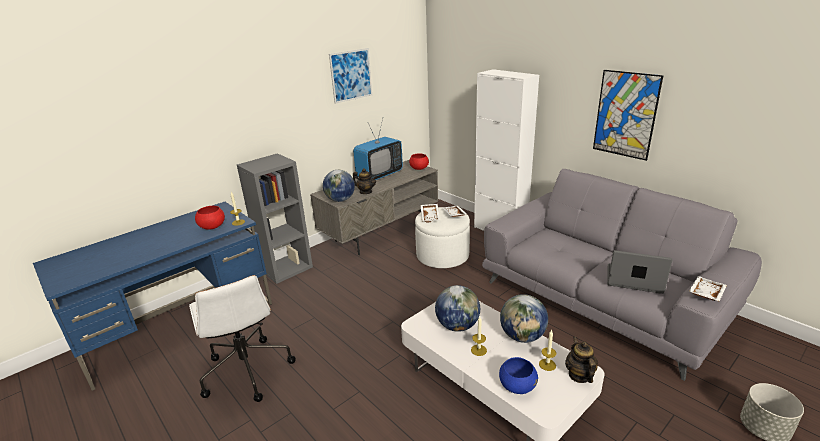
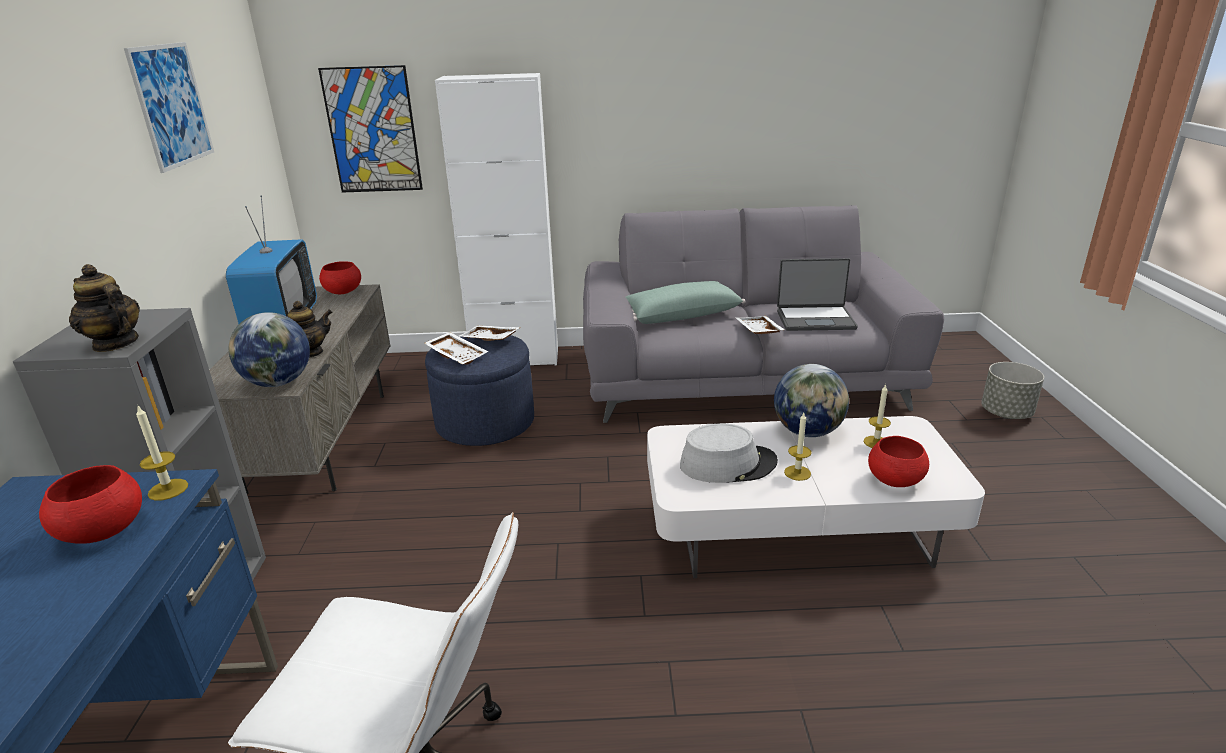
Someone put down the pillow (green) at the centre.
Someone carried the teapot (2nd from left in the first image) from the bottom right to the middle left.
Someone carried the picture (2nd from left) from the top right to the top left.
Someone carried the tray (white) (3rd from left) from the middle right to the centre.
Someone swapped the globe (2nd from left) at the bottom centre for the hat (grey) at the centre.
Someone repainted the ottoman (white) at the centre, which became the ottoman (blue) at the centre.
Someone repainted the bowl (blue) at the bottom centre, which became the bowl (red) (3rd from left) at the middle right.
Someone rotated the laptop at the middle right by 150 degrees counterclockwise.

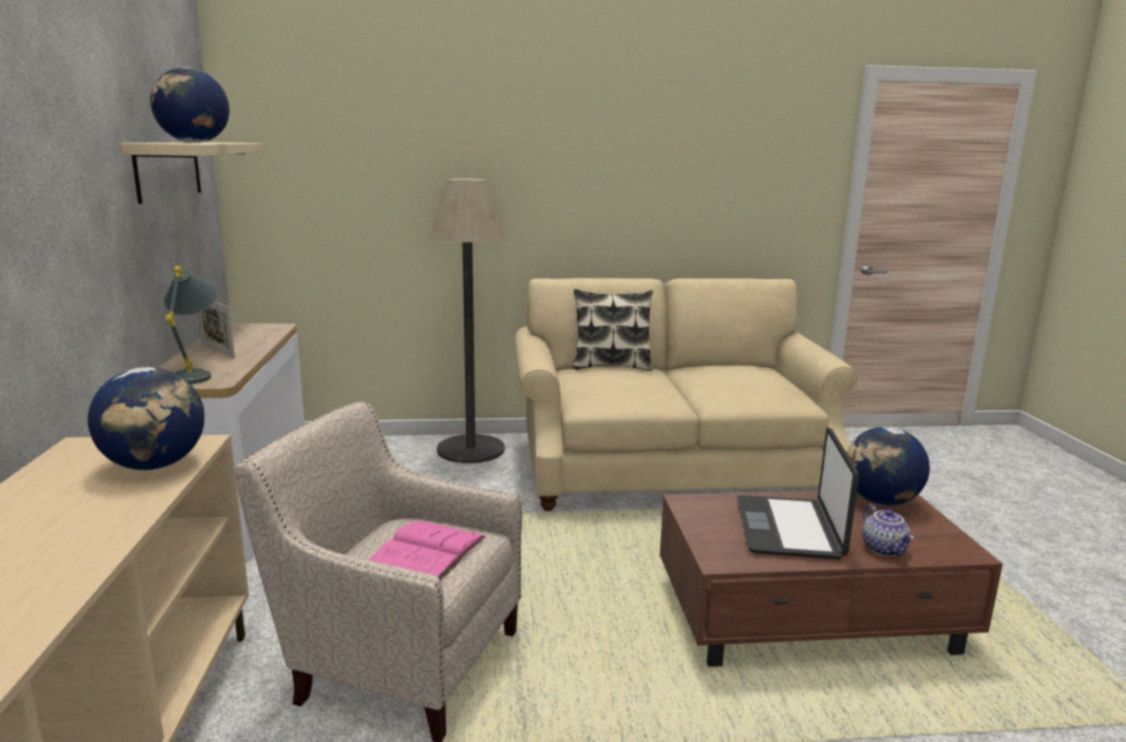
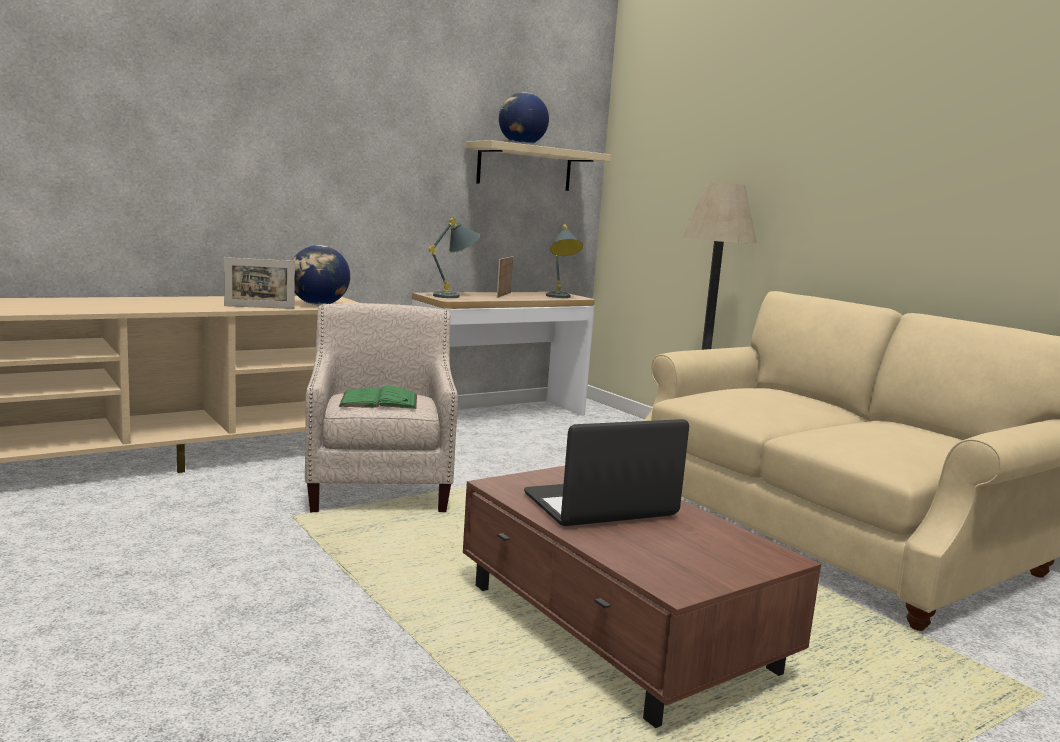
Someone took away the pillow at the centre.
Someone took away the globe (3rd from left) at the middle right.
Someone took away the teapot at the bottom right.
Someone put down the picture frame (1st from left) at the middle left.
Someone put down the table lamp (grey) (2nd from left) at the centre.
Someone repainted the book (pink) at the bottom centre, which became the book (green) at the centre.

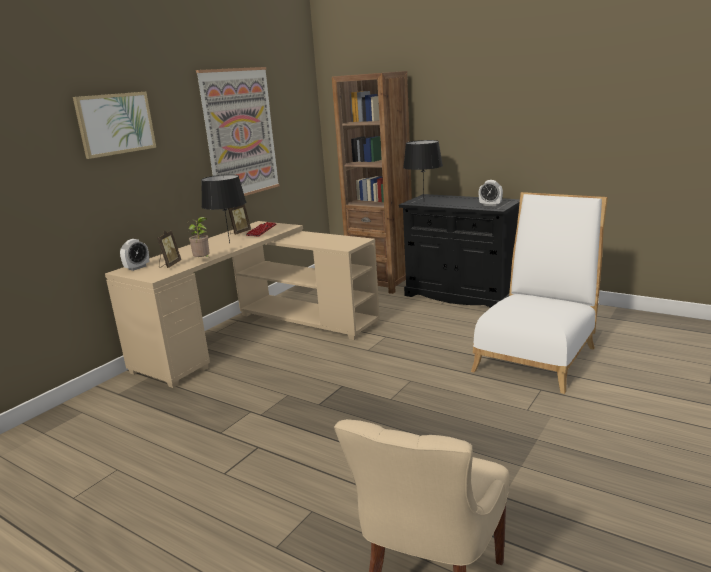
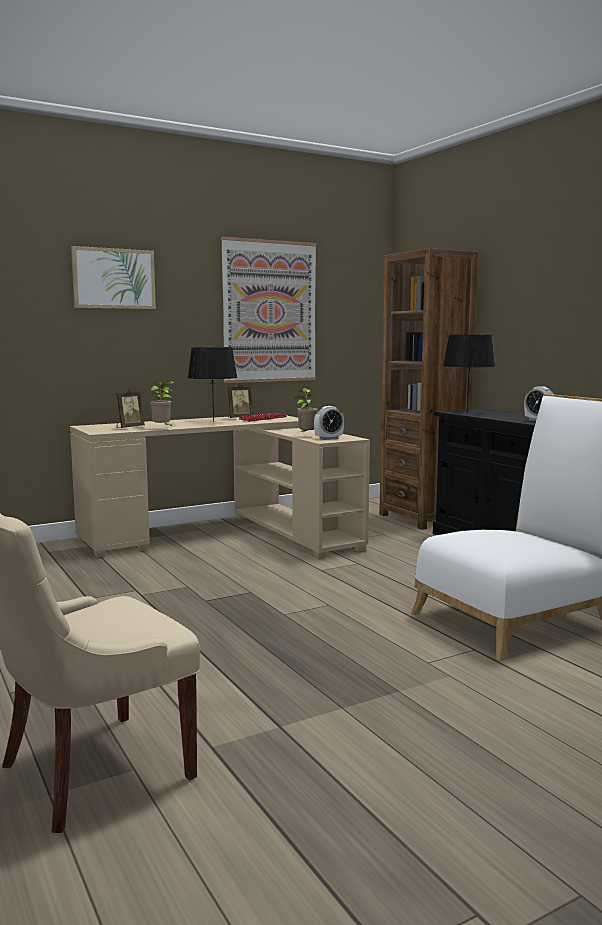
Someone put down the potted plant (2nd from left) at the centre.
Someone carried the alarm clock (1st from left) from the middle left to the centre.

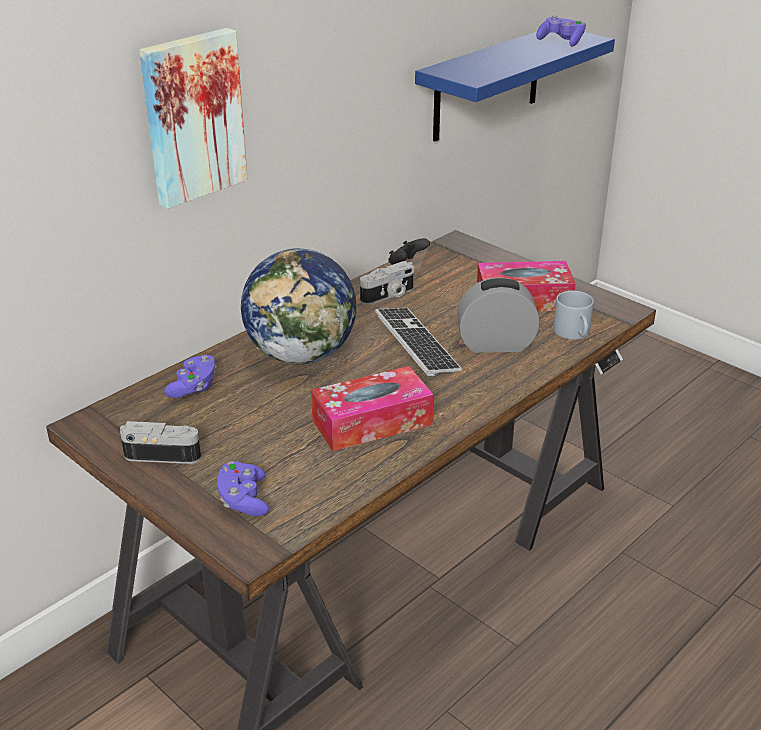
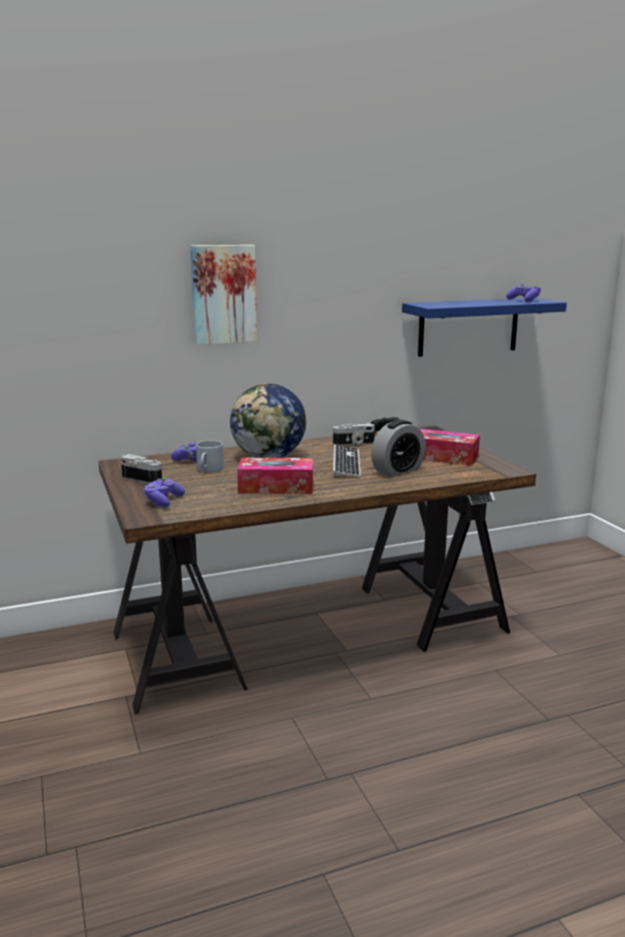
Someone carried the mug (grey) from the middle right to the centre.
Someone rotated the alarm clock at the centre by 120 degrees clockwise.

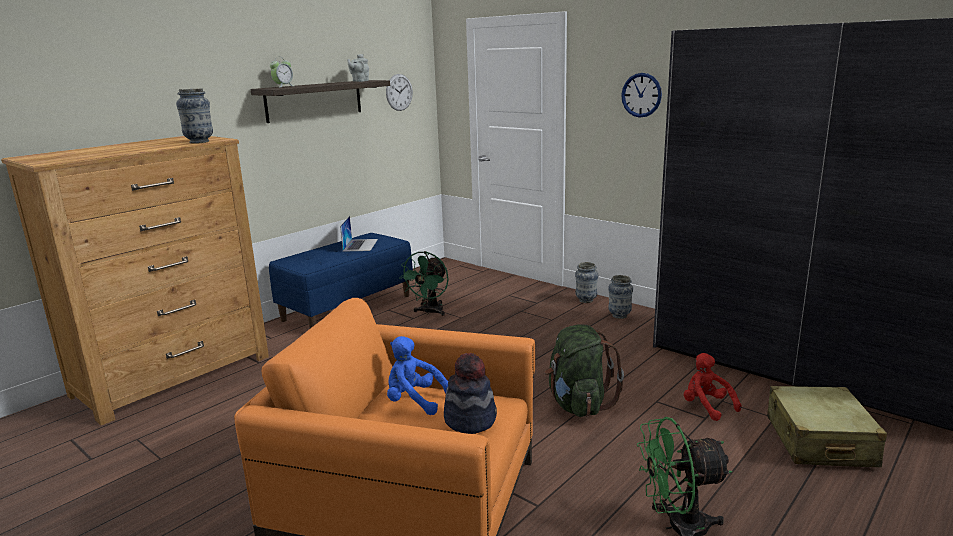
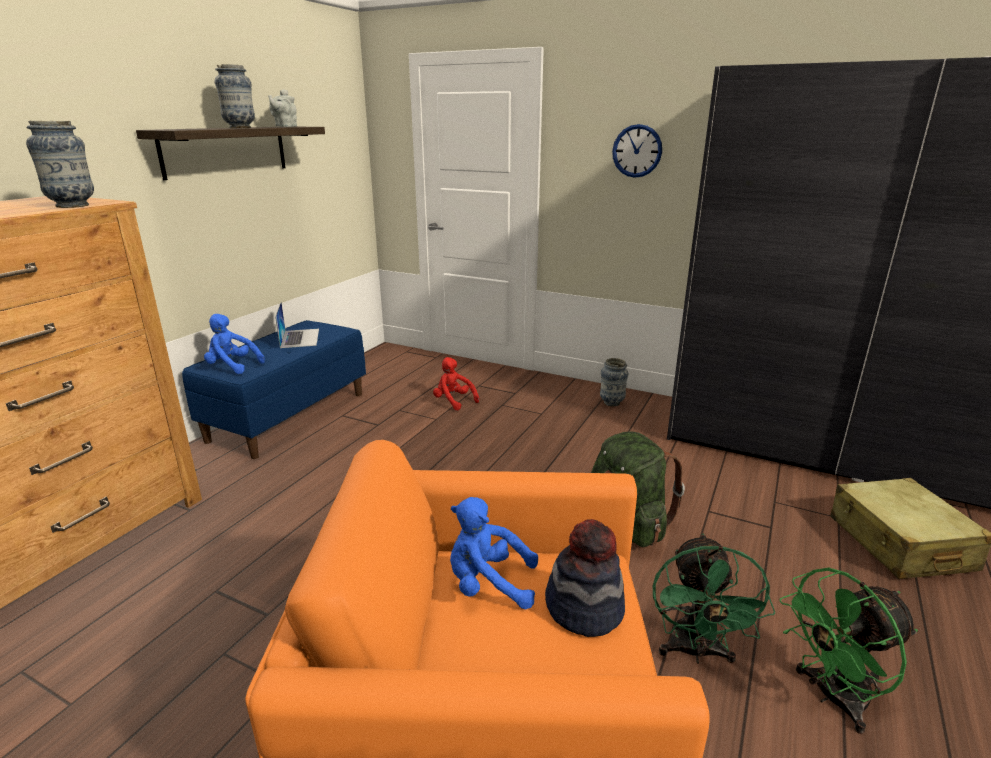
Someone took away the alarm clock at the top left.
Someone took away the wall clock (1st from left) at the top centre.
Someone put down the plush toy (blue) (1st from left) at the middle left.
Someone carried the fan (green) (1st from left) from the centre to the bottom right.
Someone carried the vase (2nd from left) from the centre to the top left.
Someone carried the plush toy (red) from the bottom right to the centre.

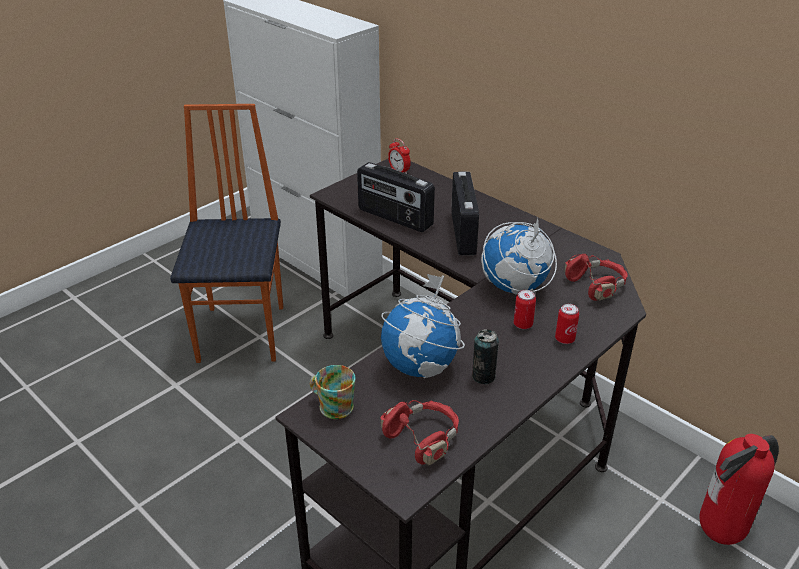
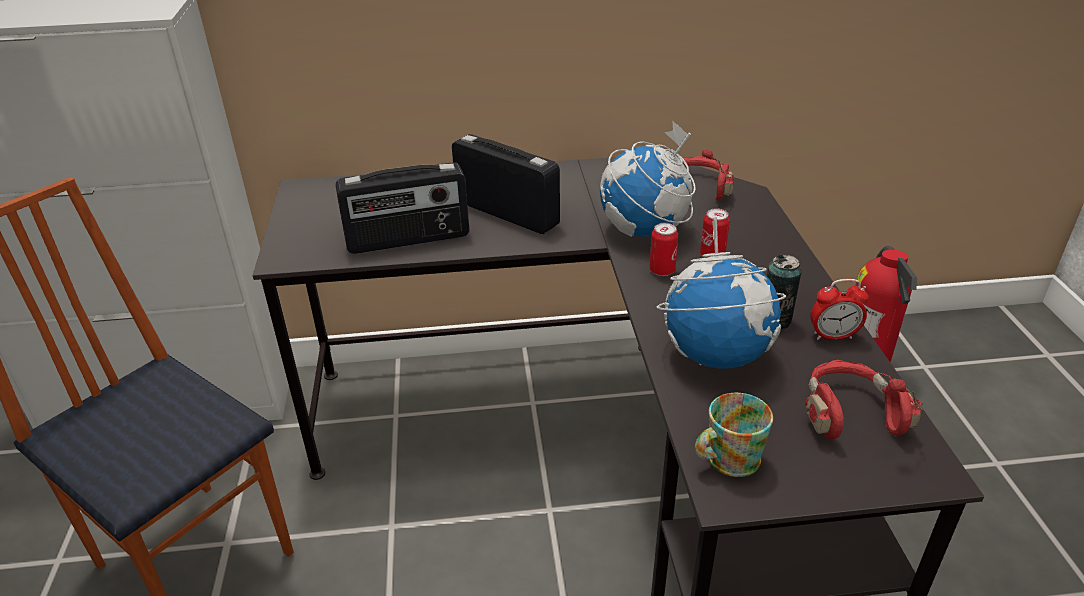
Someone carried the alarm clock from the top centre to the middle right.
Someone carried the can (3rd from left in the first image) from the middle right to the centre.

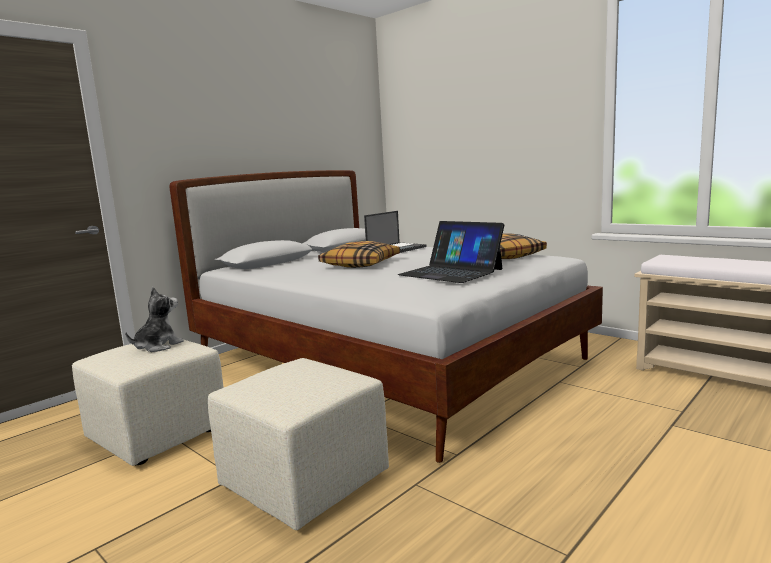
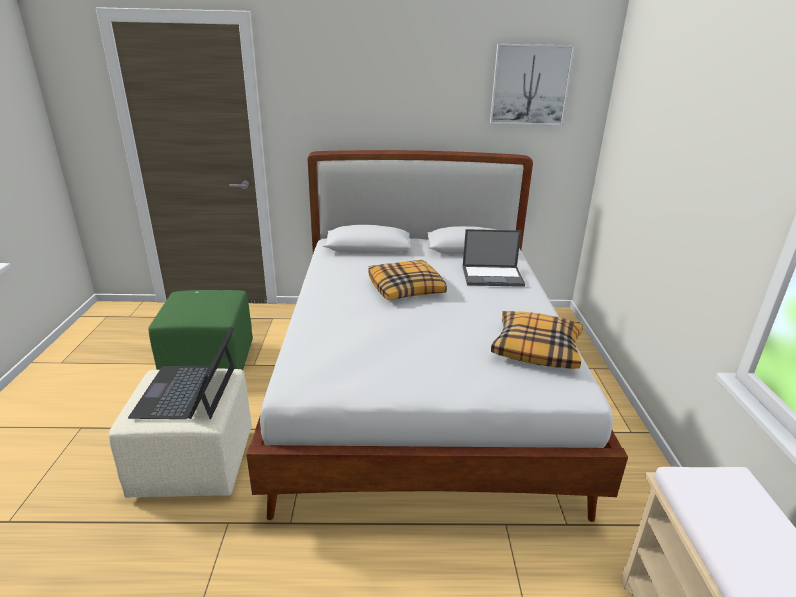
Someone took away the plush toy at the middle left.
Someone put up the picture at the top right.
Someone carried the laptop (2nd from left in the first image) from the centre to the middle left.
Someone repainted the ottoman (beige) (1st from left) at the bottom left, which became the ottoman (green) at the middle left.

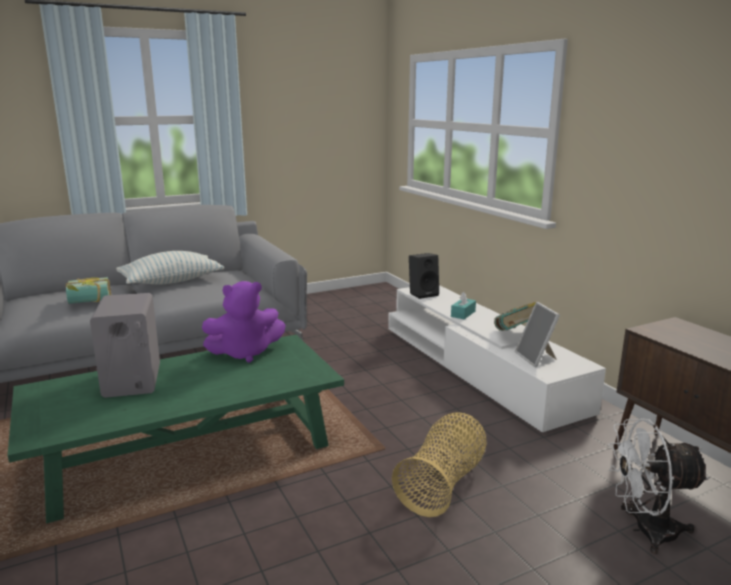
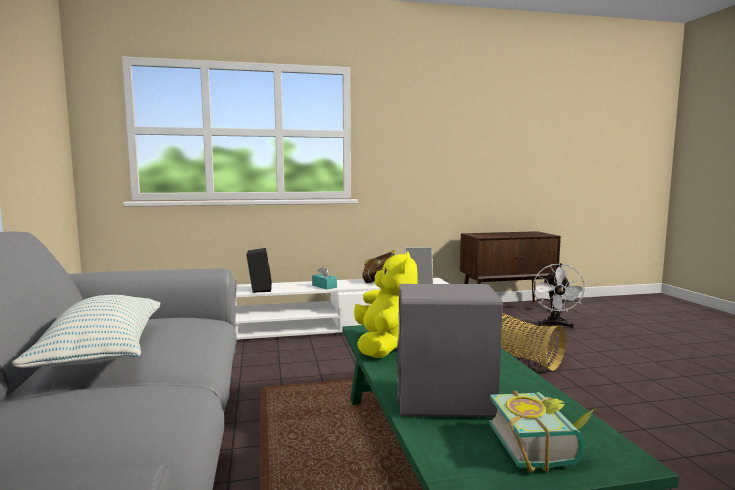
Someone carried the book (1st from left in the first image) from the middle left to the bottom right.
Someone repainted the plush toy (purple) at the centre, which became the plush toy (yellow) at the centre.

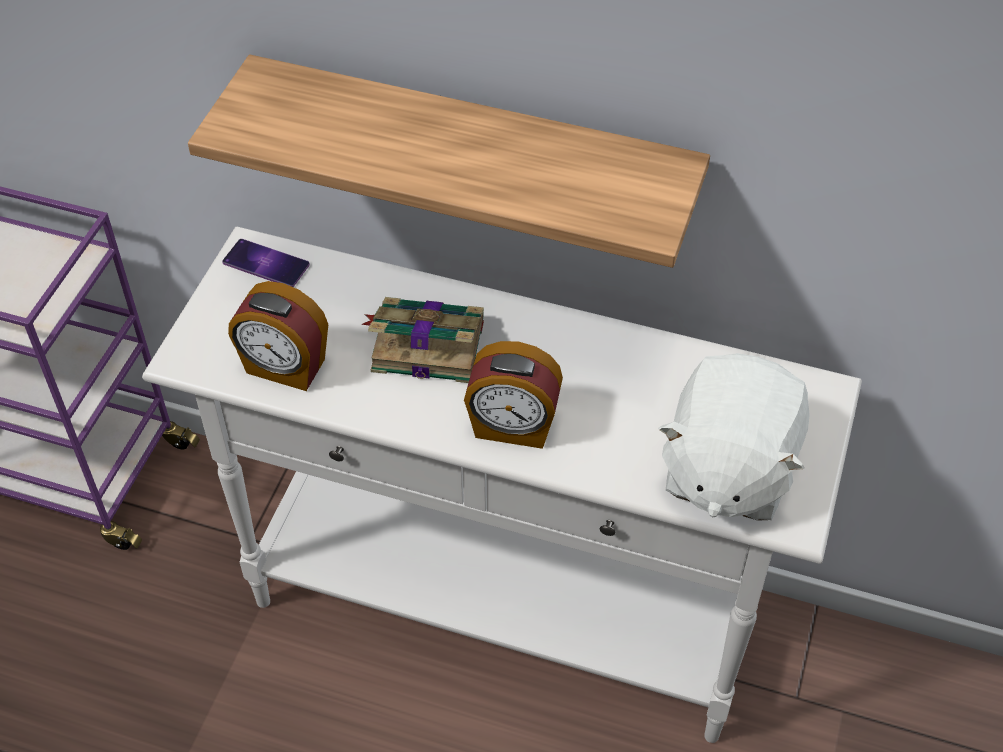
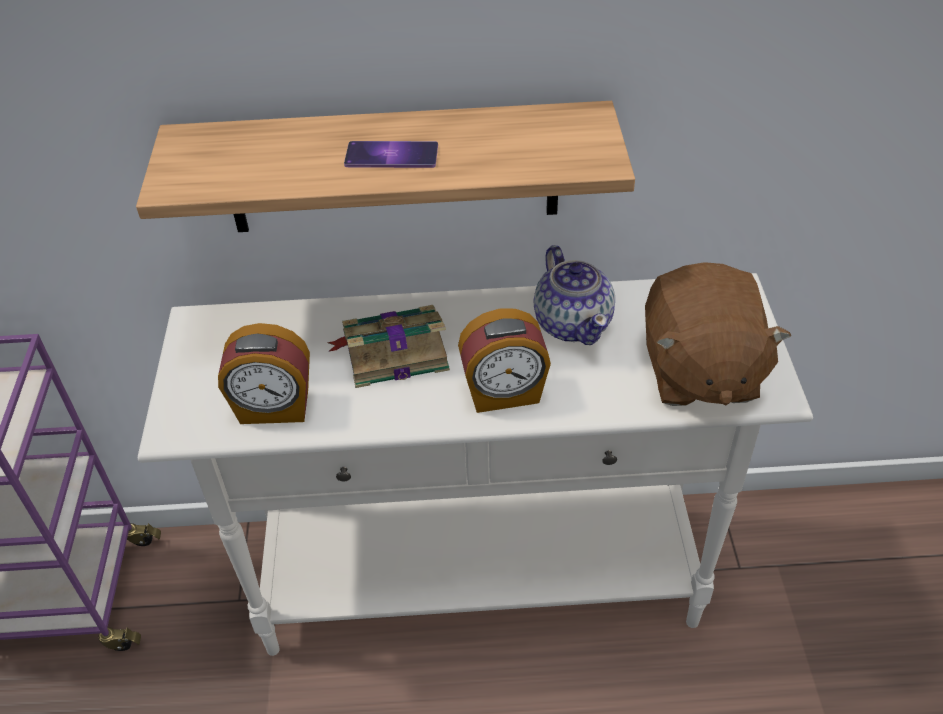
Someone put down the teapot at the centre.
Someone carried the phone from the middle left to the top centre.
Someone repainted the plush toy (white) at the middle right, which became the plush toy (brown) at the middle right.

